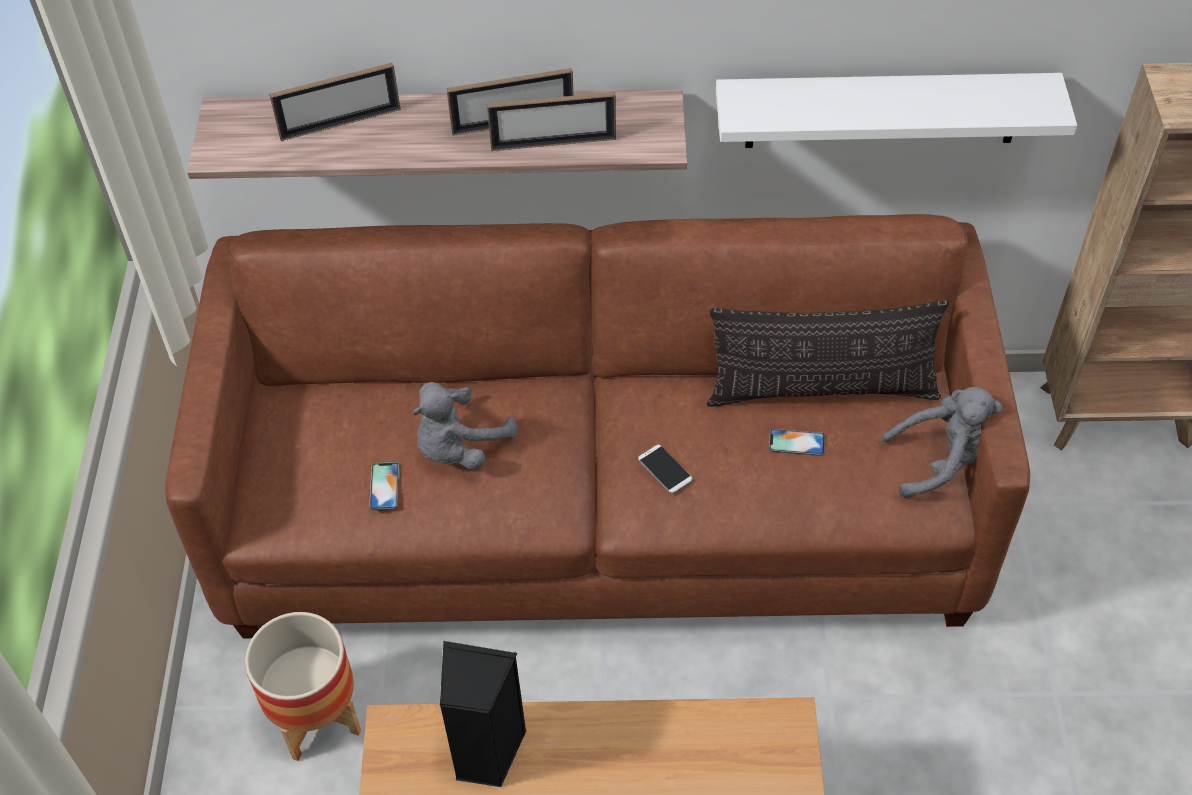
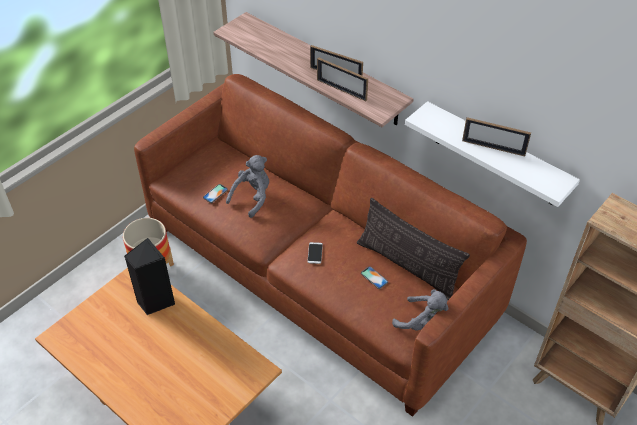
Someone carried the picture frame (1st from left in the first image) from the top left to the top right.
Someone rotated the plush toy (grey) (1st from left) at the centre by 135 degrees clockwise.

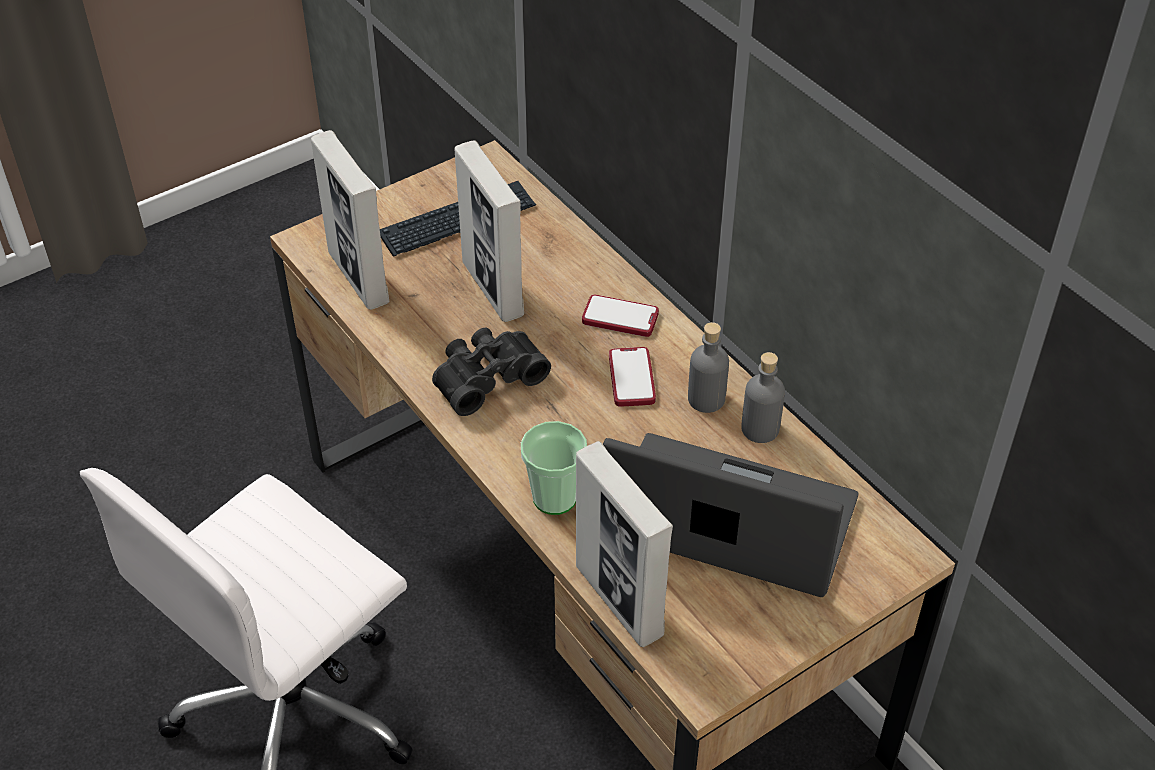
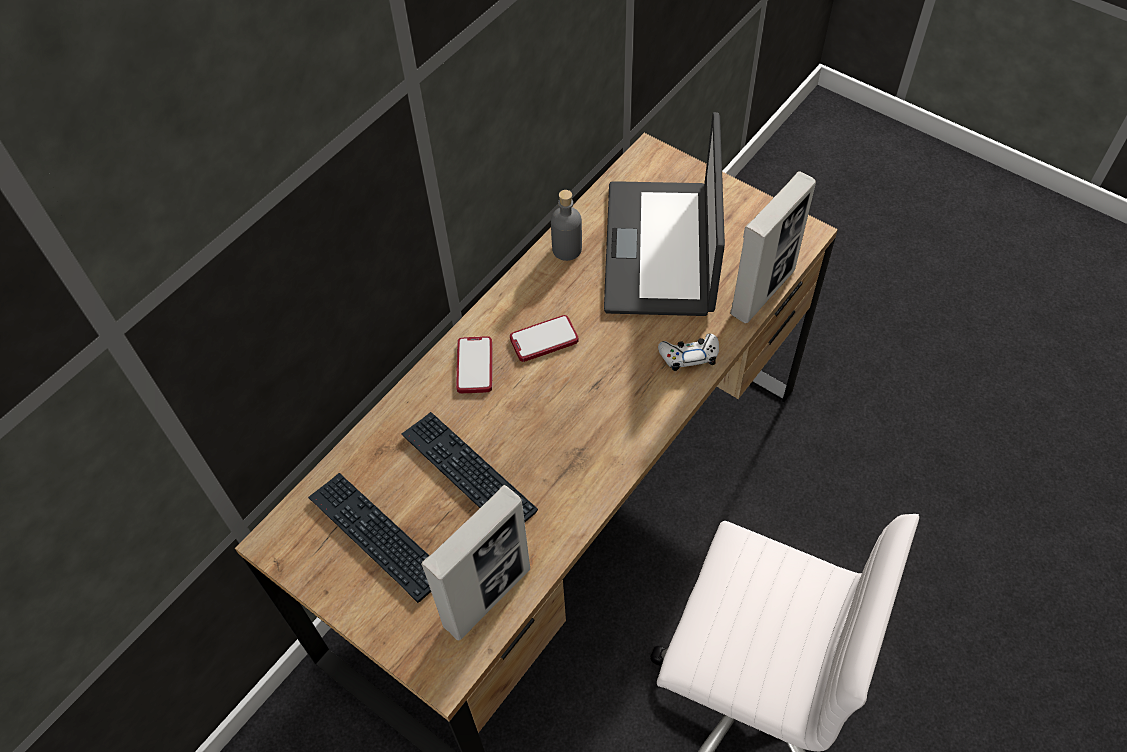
Someone took away the binoculars (black) at the centre.
Someone took away the bottle (grey) (1st from left) at the centre.
Someone swapped the picture frame (2nd from left) at the top centre for the keyboard (2nd from left) at the centre.
Someone swapped the cup at the centre for the game controller (white) at the centre.

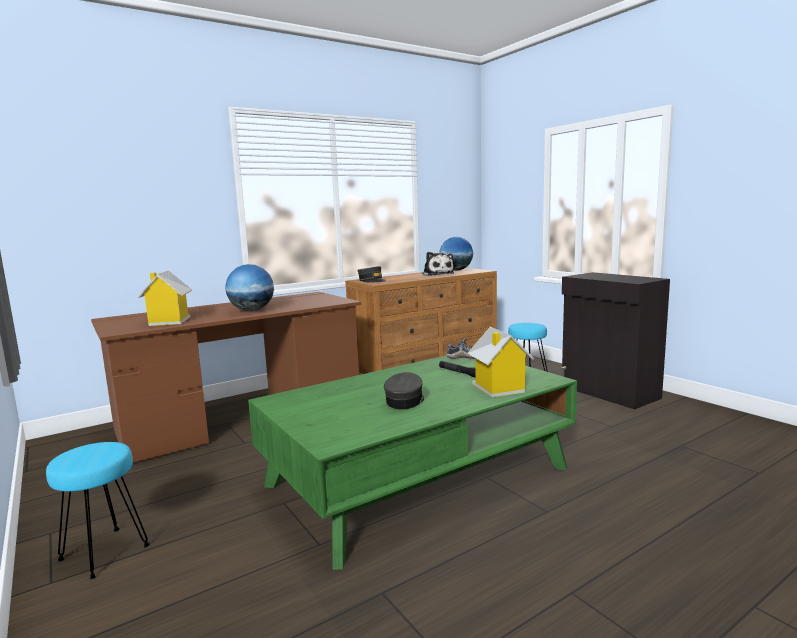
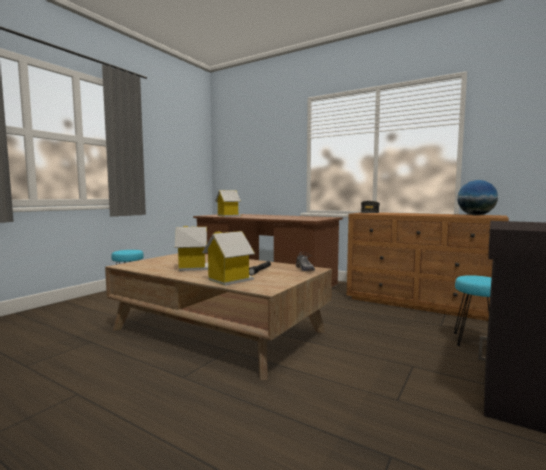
Someone took away the globe (1st from left) at the middle left.
Someone took away the plush toy at the centre.
Someone swapped the cap (grey) (2nd from left) at the centre for the toy house (1st from left) at the centre.
Someone repainted the coffee table (green) at the bottom centre, which became the coffee table (brown) at the bottom centre.

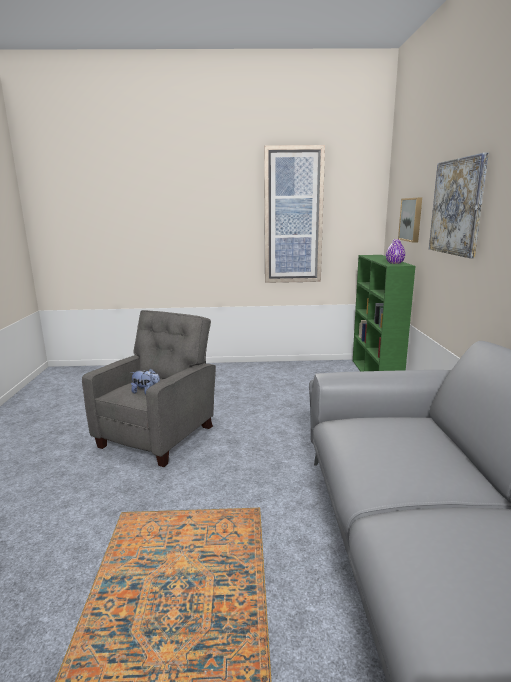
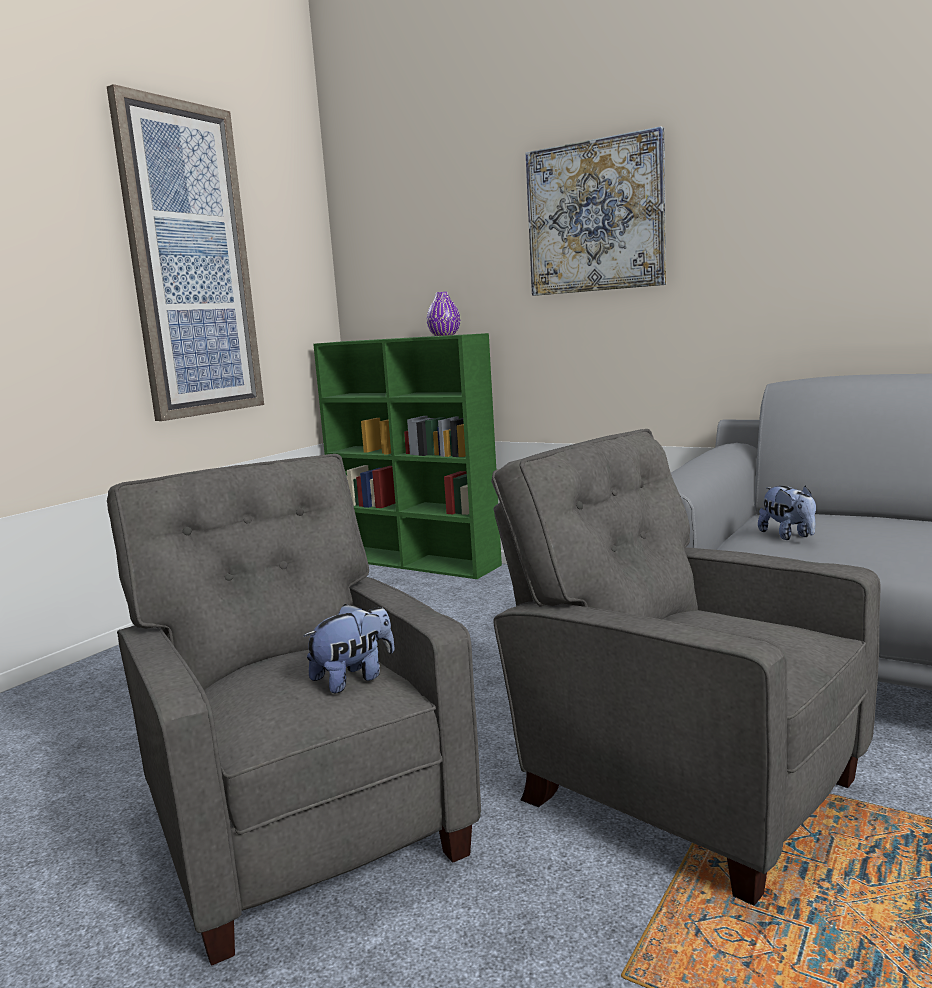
Someone took away the picture (2nd from left) at the top right.
Someone put down the armchair (grey) (2nd from left) at the bottom right.
Someone put down the plush toy (2nd from left) at the middle right.

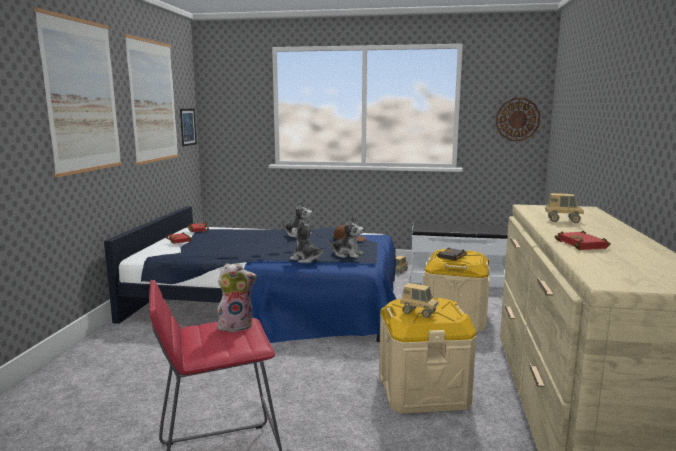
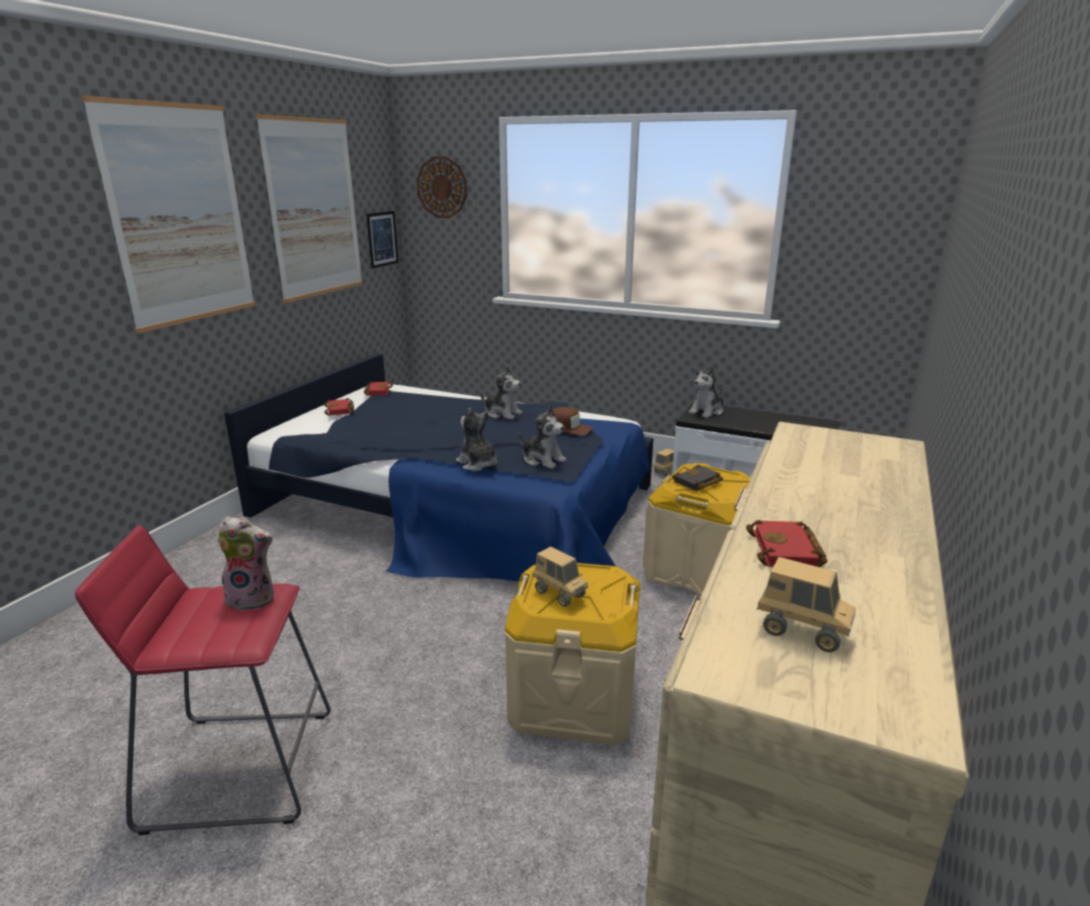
Someone put down the plush toy (5th from left) at the centre.
Someone carried the wall clock from the top right to the top centre.
Someone carried the toy truck (3rd from left) from the middle right to the bottom right.

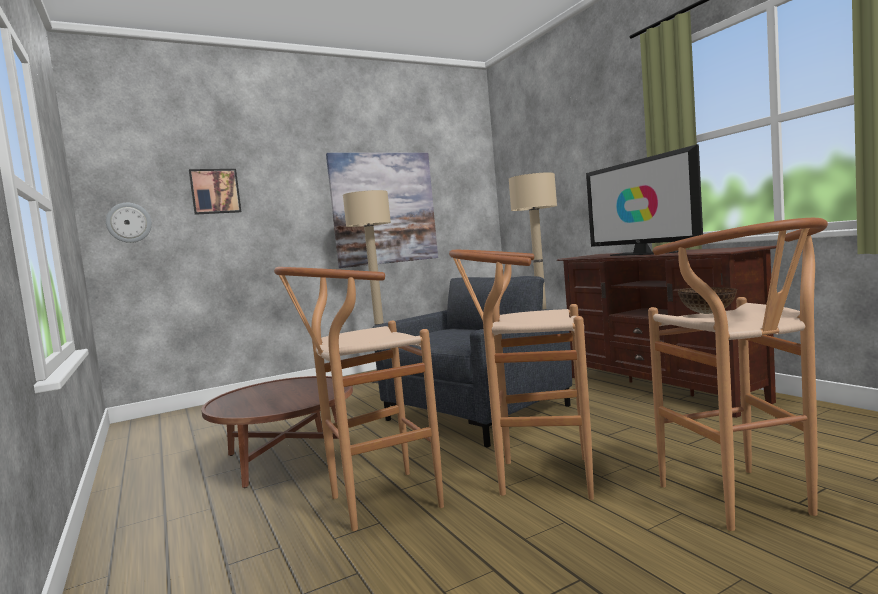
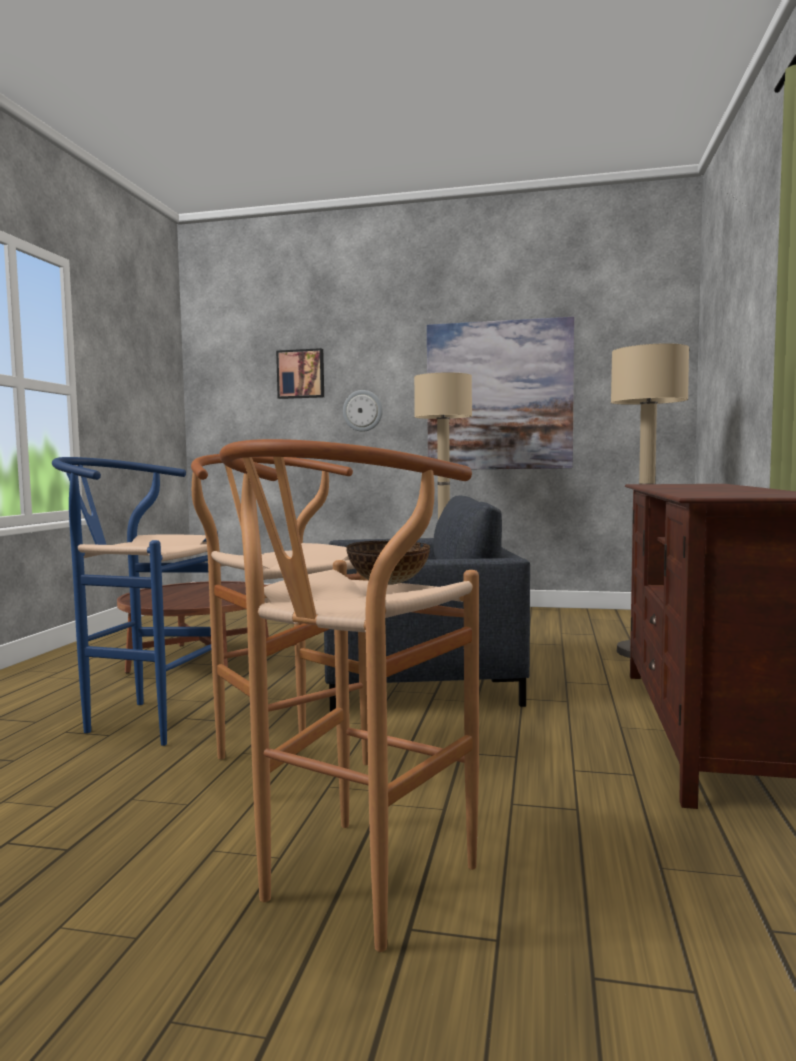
Someone took away the television at the middle right.
Someone carried the wall clock from the middle left to the centre.
Someone repainted the stool (brown) (1st from left) at the bottom centre, which became the stool (blue) at the middle left.

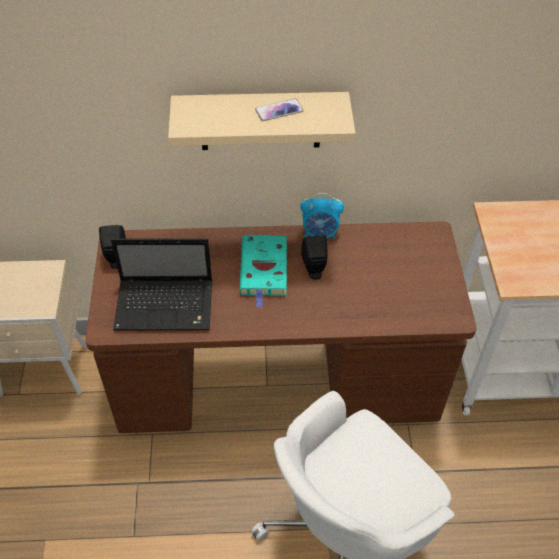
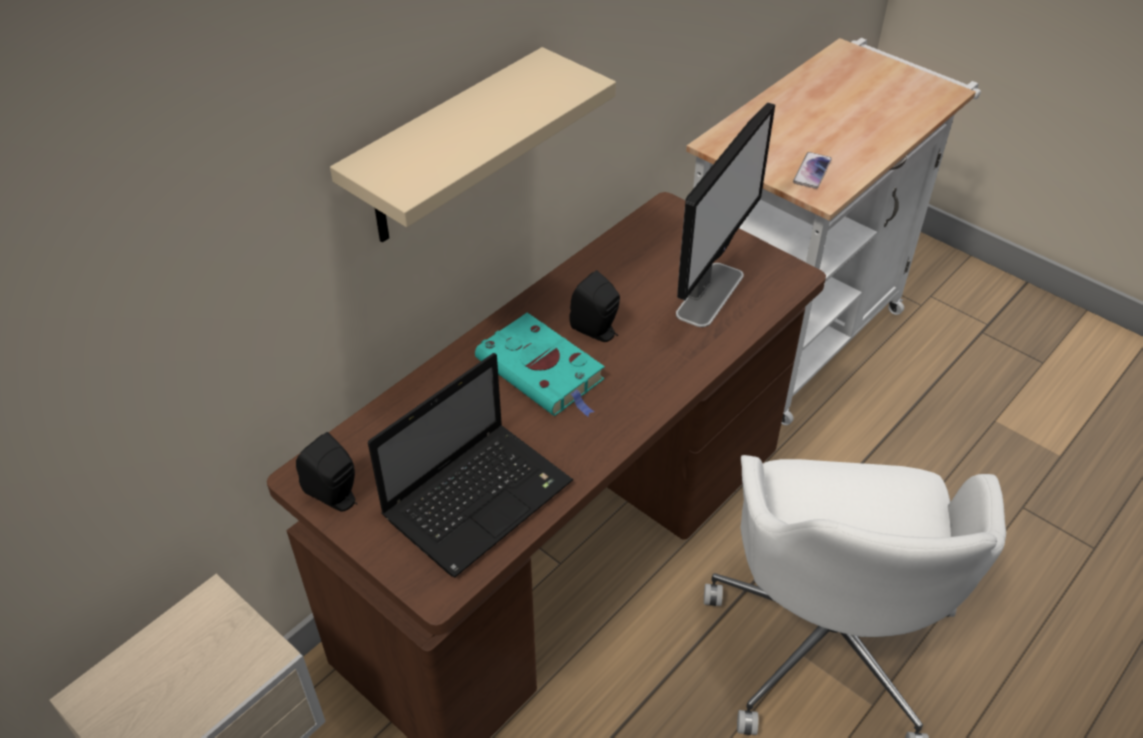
Someone took away the alarm clock at the centre.
Someone put down the monitor at the top centre.
Someone carried the phone from the top centre to the top right.

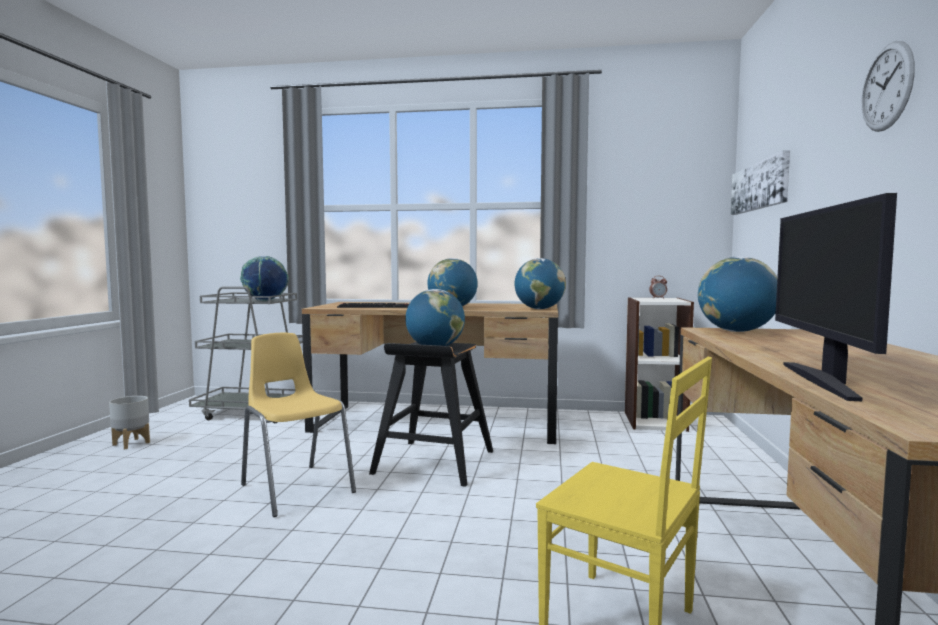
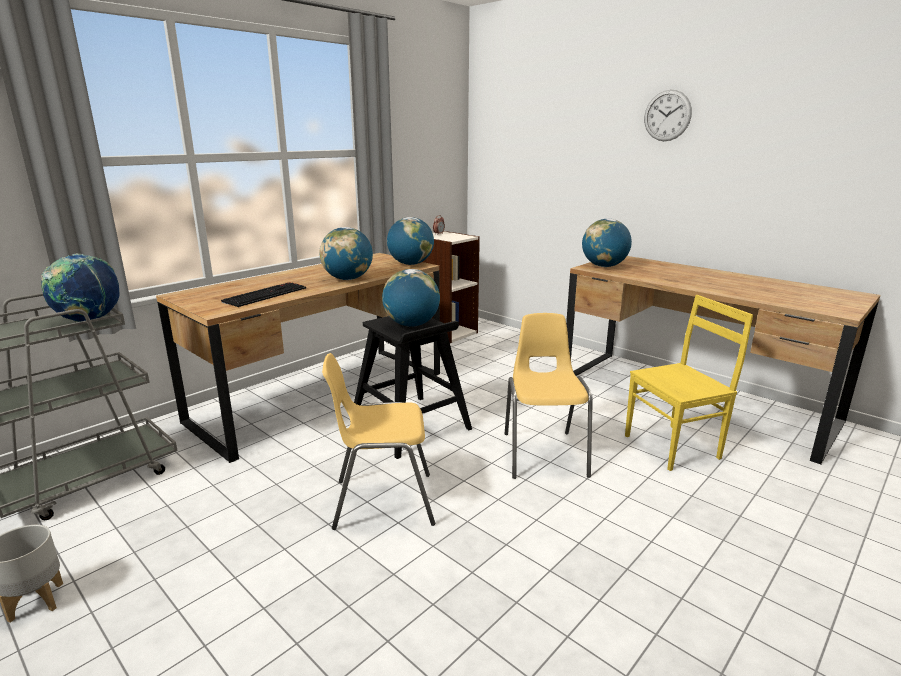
Someone took away the picture at the top right.
Someone took away the monitor at the middle right.
Someone put down the chair (yellow) (2nd from left) at the centre.

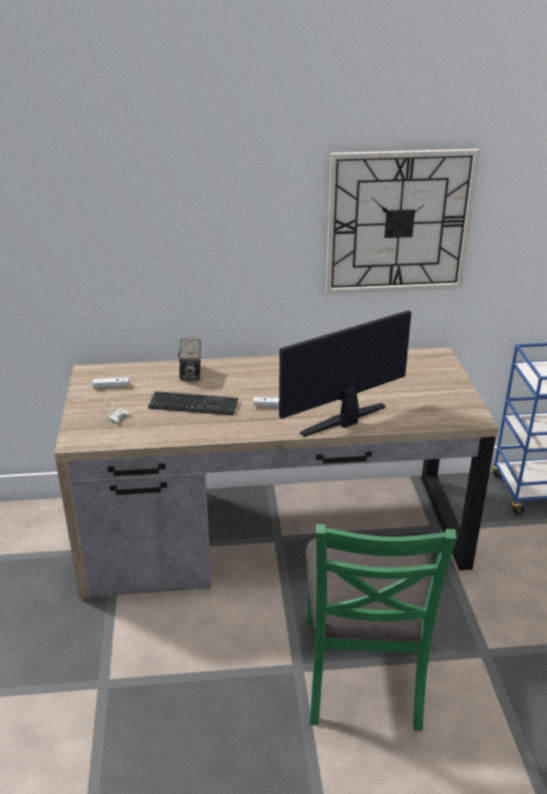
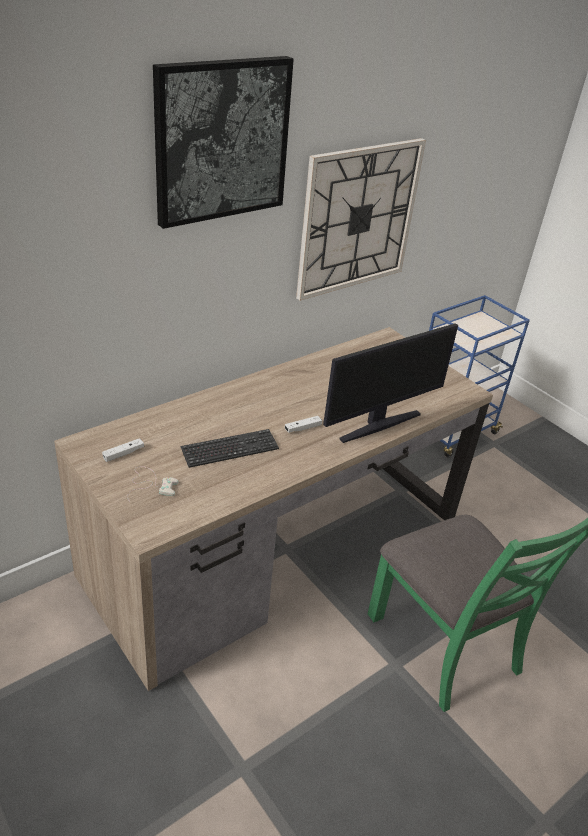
Someone took away the photo camera at the centre.
Someone put up the picture at the top centre.
Someone rotated the monitor at the centre by 150 degrees counterclockwise.

